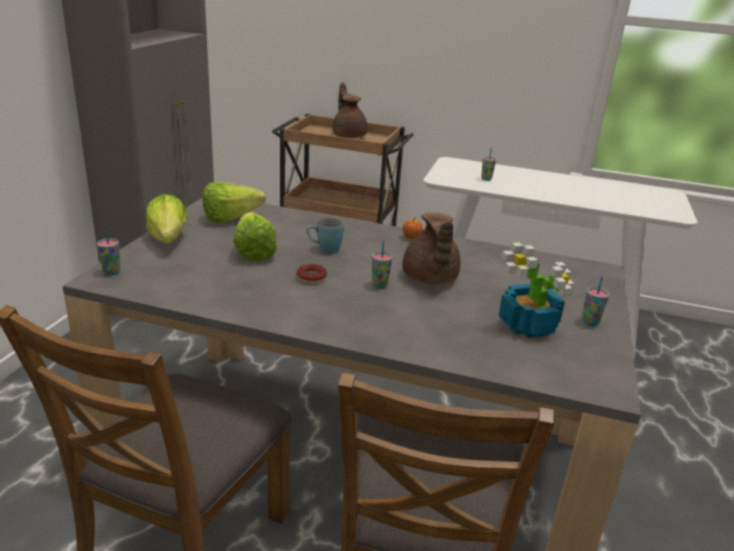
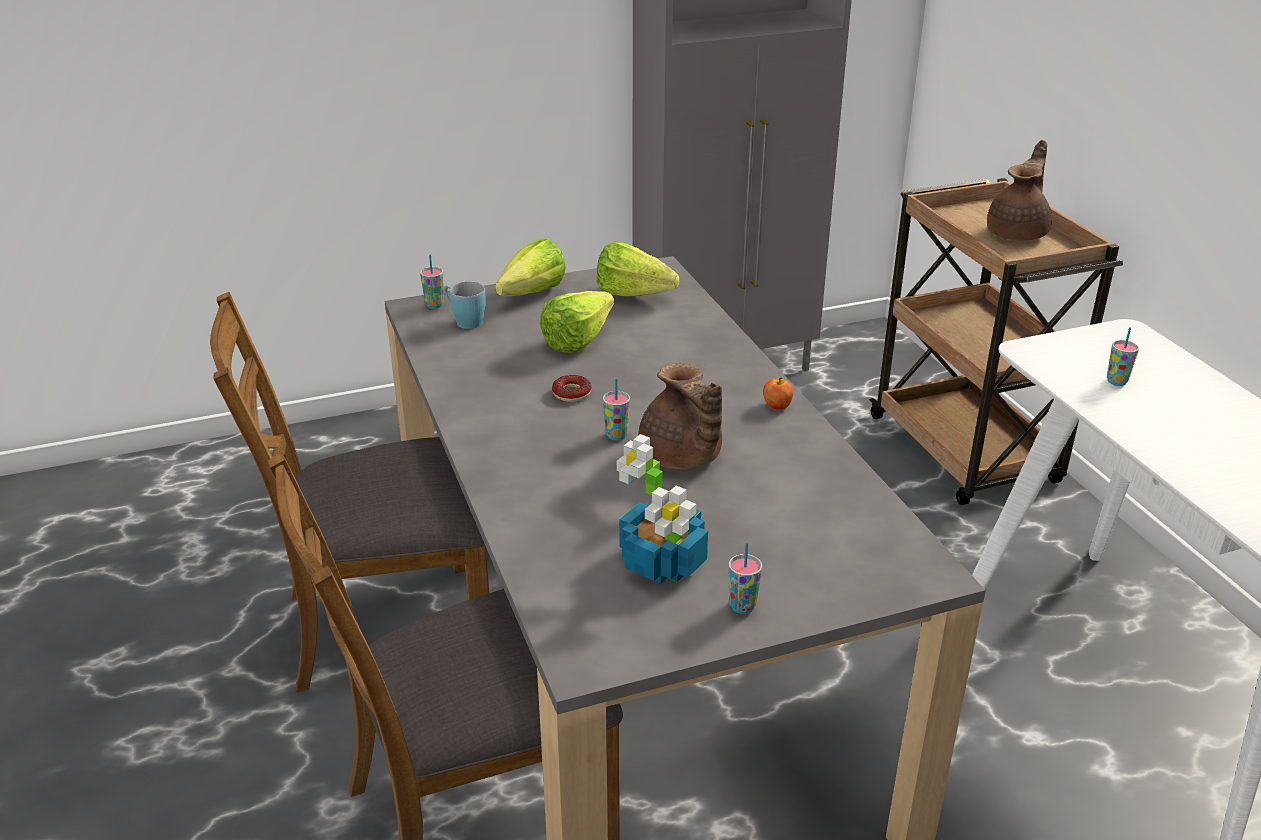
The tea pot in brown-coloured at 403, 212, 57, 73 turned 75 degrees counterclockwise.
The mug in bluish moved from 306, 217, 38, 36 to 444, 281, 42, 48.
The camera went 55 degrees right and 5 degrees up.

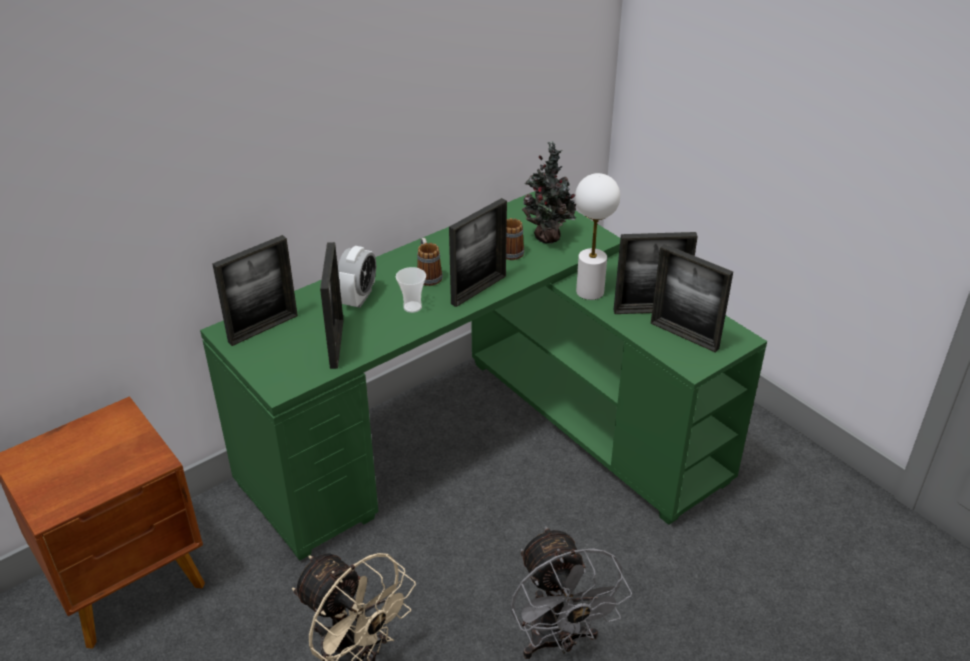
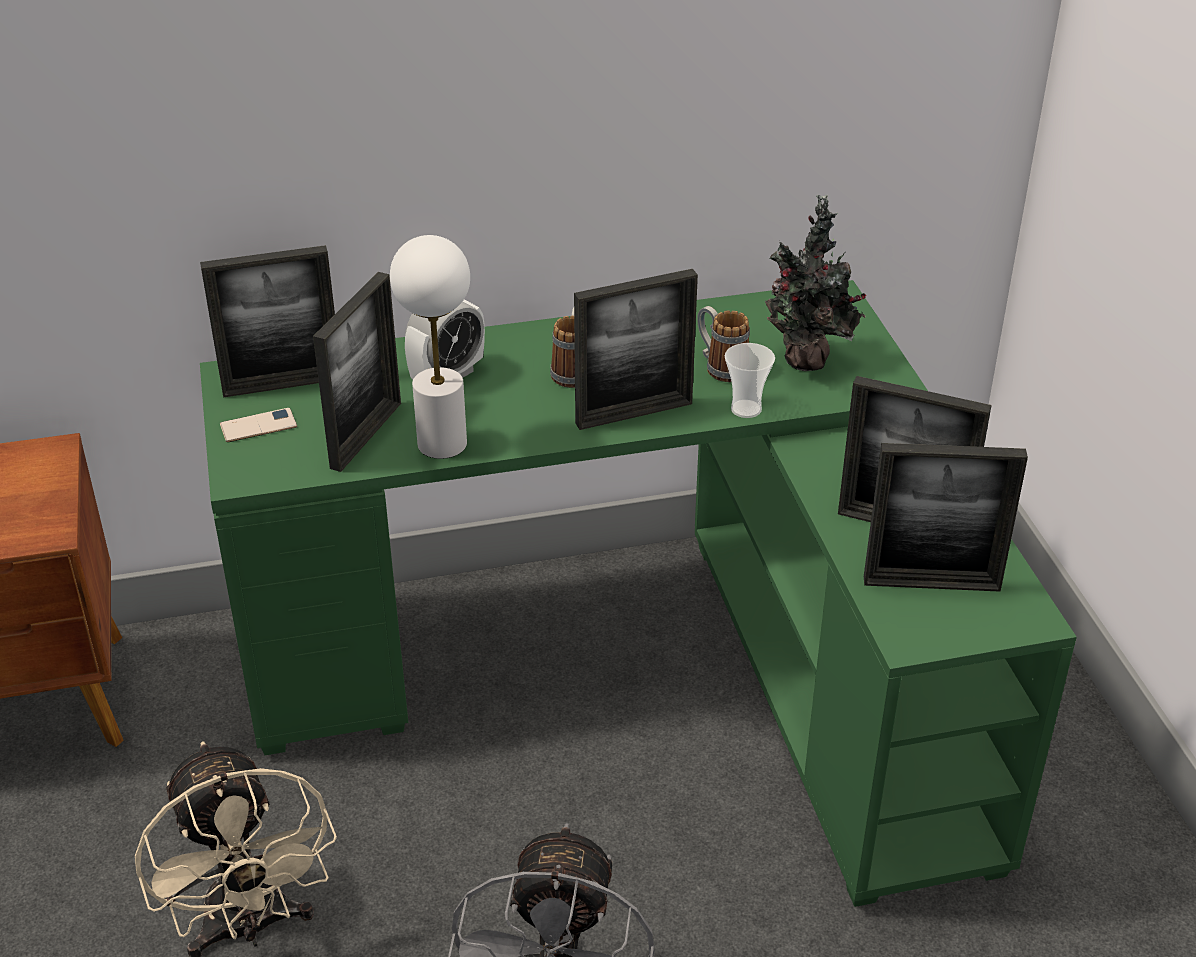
The tabletop lamp in whitish moved from 575, 173, 45, 127 to 390, 235, 80, 224.
The standing frame at 651, 244, 82, 109 turned 60 degrees counterclockwise.
The small cup moved from 396, 267, 30, 46 to 725, 343, 50, 75.
The handset at 220, 408, 77, 34 appeared.
The camera went 25 degrees right and 0 degrees up.

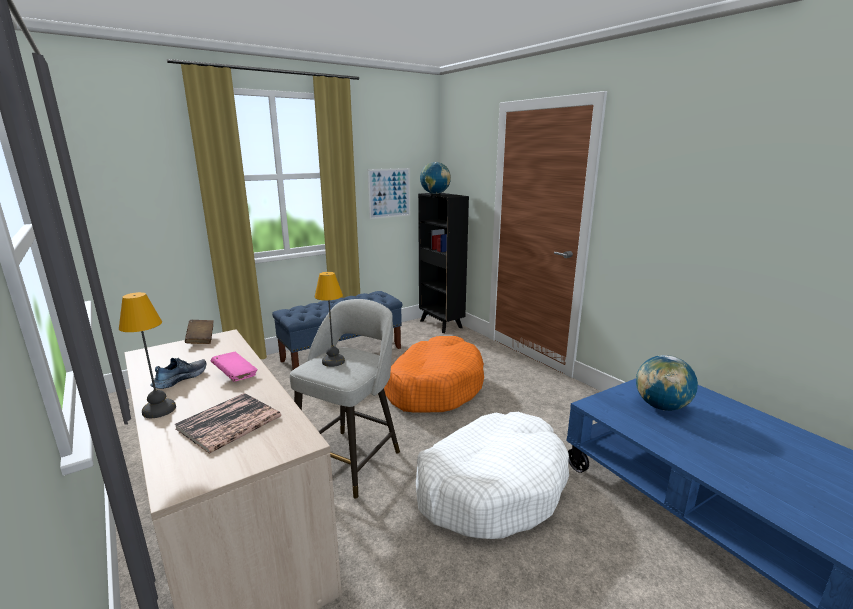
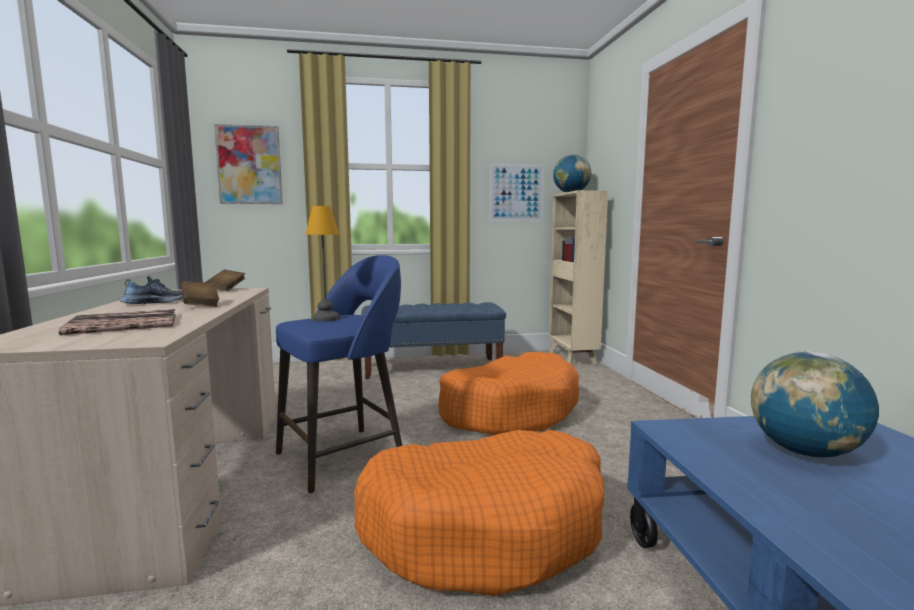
The bookshelf in blackish at 418, 193, 51, 140 became the bookshelf in beige-coloured at 549, 190, 59, 175.
The tabletop lamp at 119, 292, 57, 126 disappeared.
The sitting stool in grey at 290, 299, 110, 200 became the sitting stool in bluish at 276, 255, 126, 238.
The bound book in pink at 211, 352, 47, 29 became the bound book in brown-coloured at 181, 281, 38, 26.
The pet bed in whitish at 416, 412, 153, 127 became the pet bed in orangey at 354, 430, 250, 166.
The wall art at 214, 124, 69, 80 appeared.
The camera went 25 degrees right and 10 degrees down.

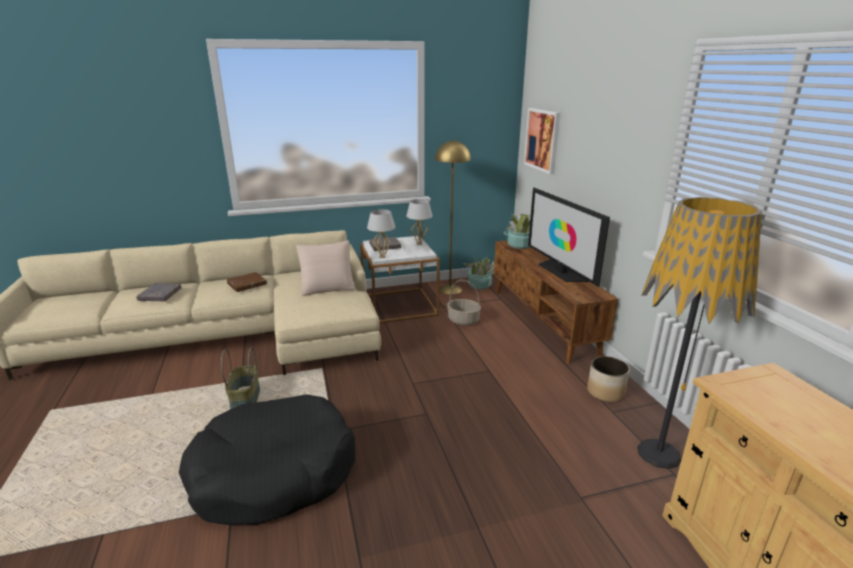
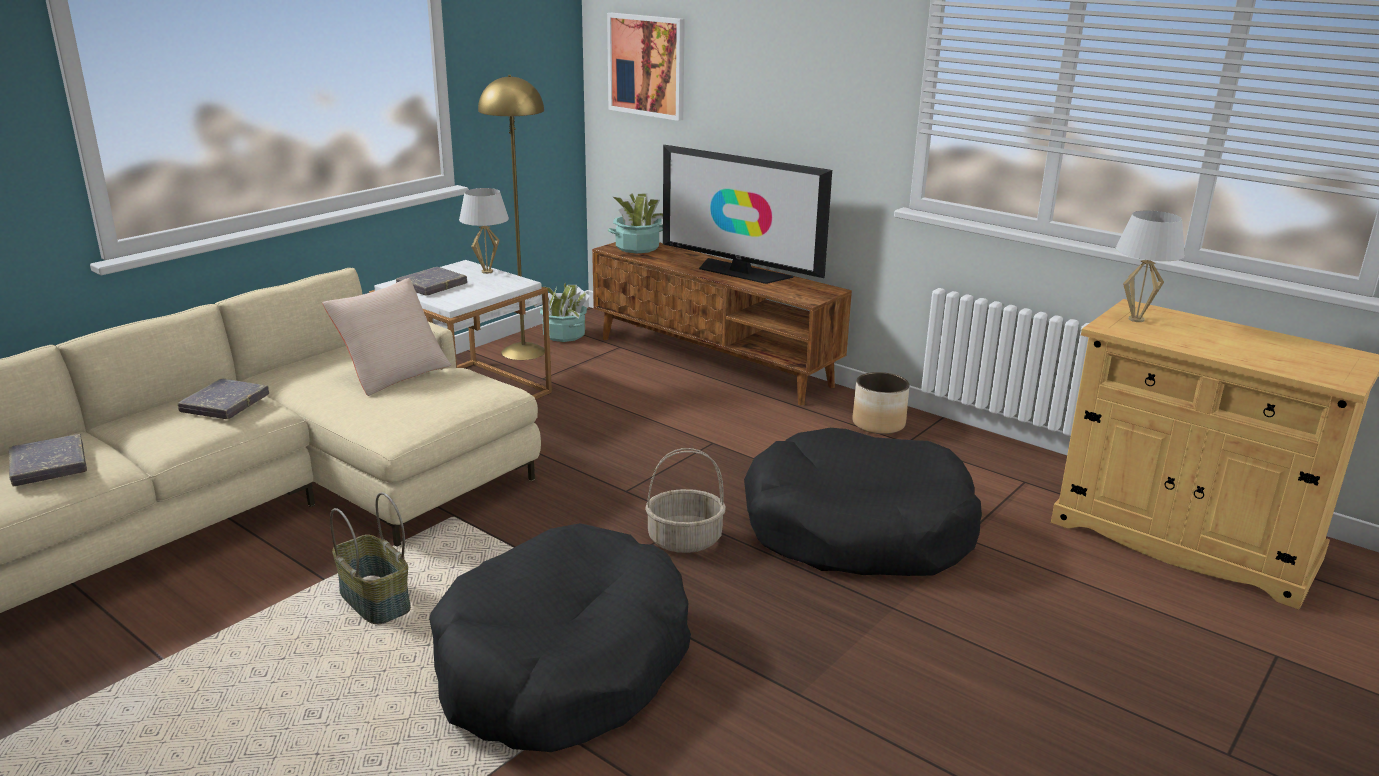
The standard lamp at 637, 197, 125, 272 disappeared.
The tabletop lamp in whitish moved from 367, 209, 29, 49 to 1116, 210, 69, 112.
The bound book in brown-coloured at 227, 272, 40, 20 became the bound book in grey at 178, 378, 91, 41.
The storage basket moved from 447, 279, 34, 47 to 645, 448, 81, 105.
The pet bed in blackish at 744, 428, 238, 148 appeared.
The camera went 35 degrees left and 0 degrees up.

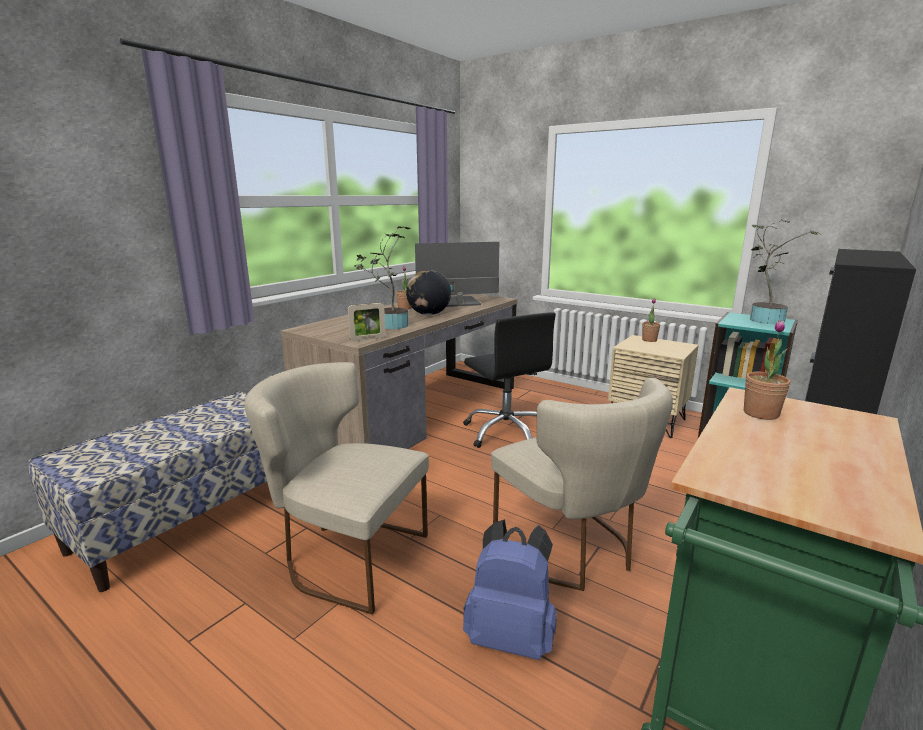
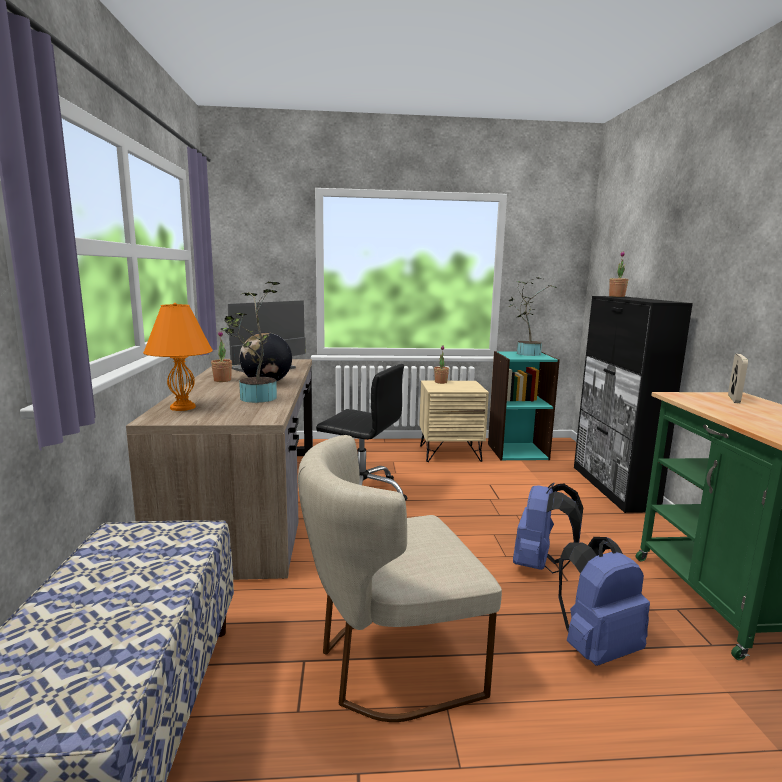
The standing frame moved from 348, 303, 38, 38 to 728, 354, 20, 49.
The houseplant moved from 744, 320, 46, 100 to 609, 251, 19, 46.
The plain chair in beige-coloured at 491, 378, 182, 213 was replaced by the rucksack in bluish at 513, 483, 70, 91.
The tabletop lamp in orangey at 143, 303, 70, 108 appeared.
The camera went 40 degrees left and 5 degrees down.

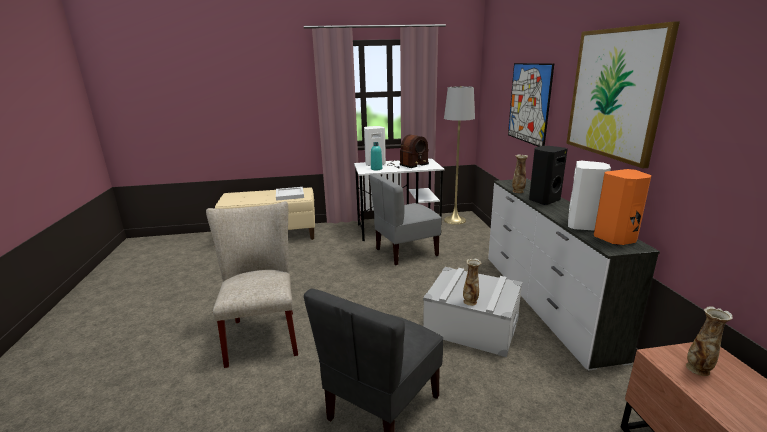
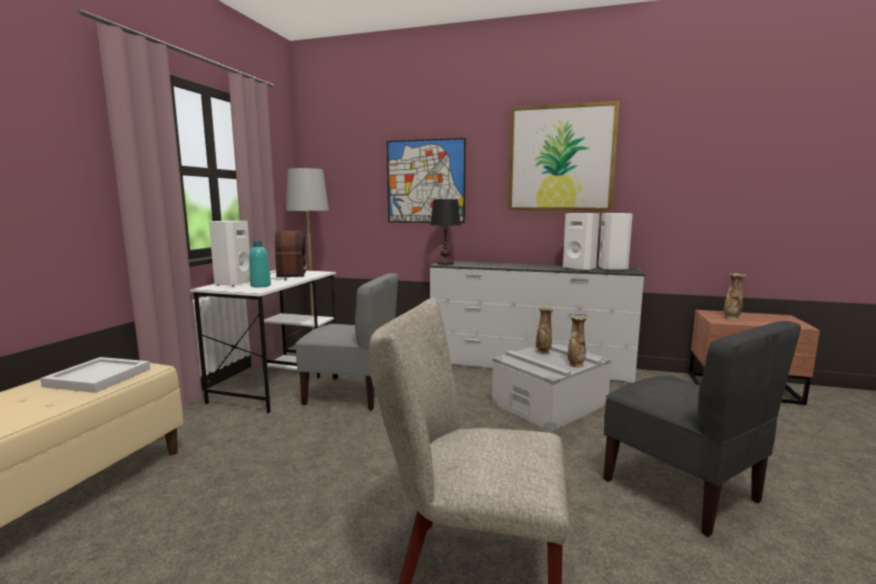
The audio speaker in blackish at 529, 146, 39, 59 disappeared.
The flower vase moved from 512, 154, 16, 39 to 536, 306, 18, 48.
The audio speaker in orangey at 594, 169, 58, 76 became the audio speaker in whitish at 598, 213, 35, 57.
The plain chair in grey at 369, 173, 72, 92 turned 75 degrees counterclockwise.
The tabletop lamp in blackish at 430, 199, 31, 66 appeared.
The camera went 65 degrees left and 10 degrees down.

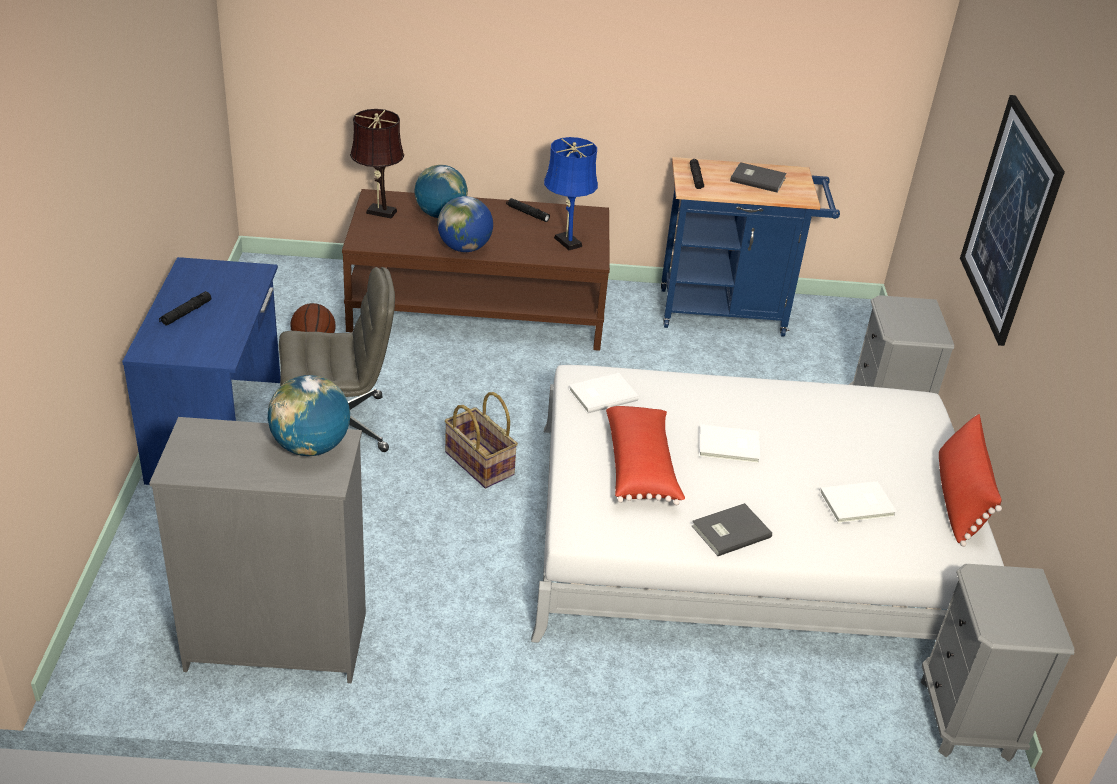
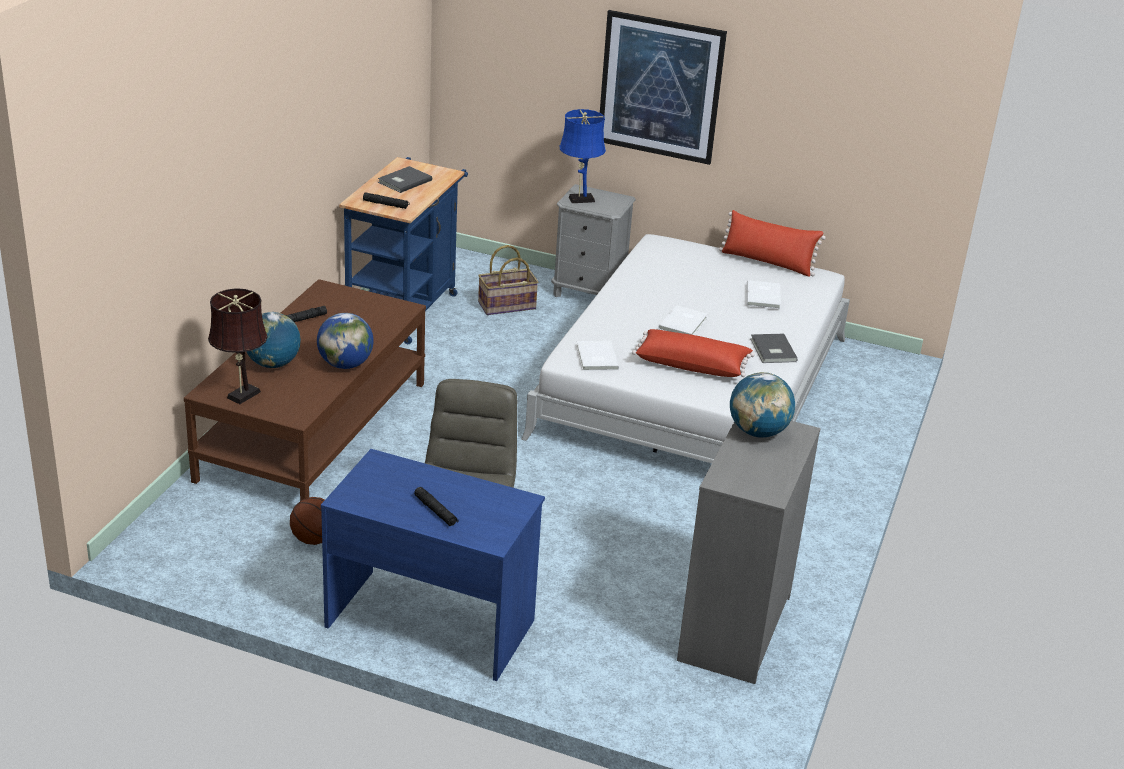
The tabletop lamp in bluish moved from 544, 137, 54, 113 to 560, 109, 46, 94.
The storage basket moved from 445, 392, 73, 96 to 478, 245, 61, 70.
The bedside table in grey at 921, 564, 153, 198 disappeared.
The camera went 70 degrees left and 5 degrees down.

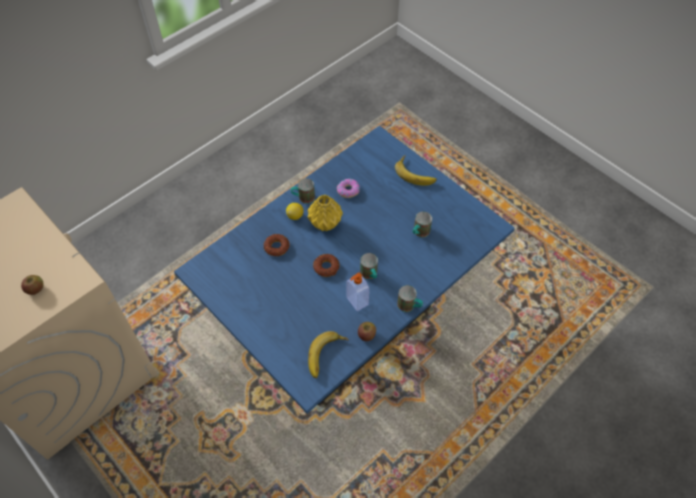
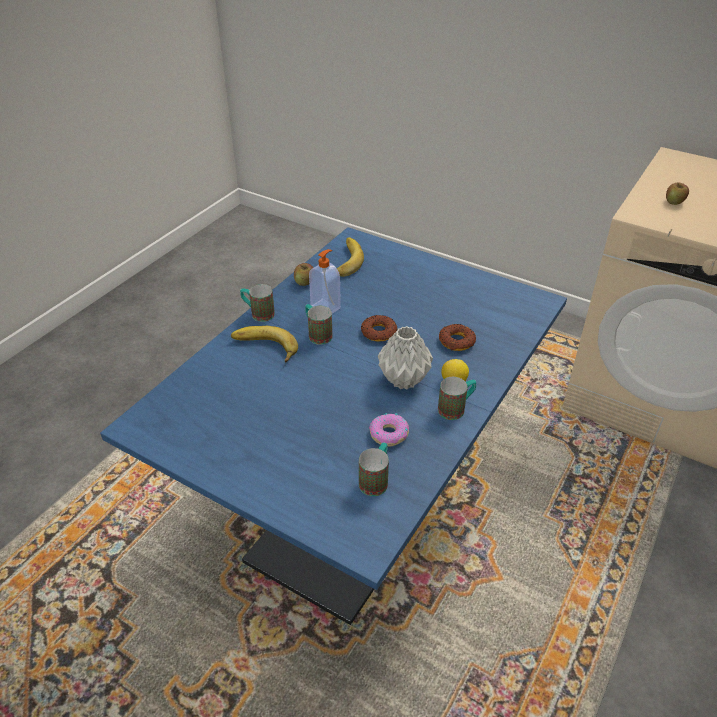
The banana moved from 395, 155, 42, 30 to 231, 326, 67, 37.
The flower vase in yellow at 307, 195, 36, 36 became the flower vase in grey at 378, 326, 55, 64.
The mug moved from 412, 211, 20, 26 to 359, 442, 30, 54.
The camera went 165 degrees right and 15 degrees down.

